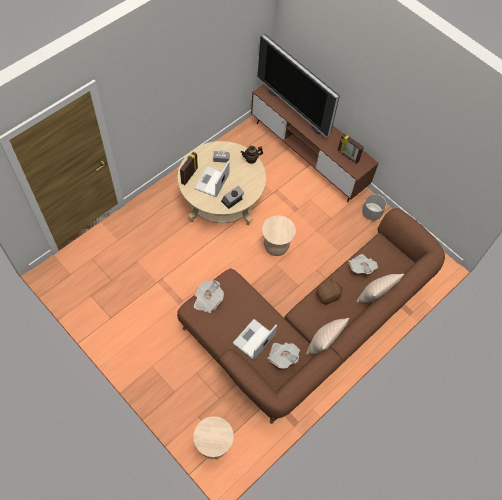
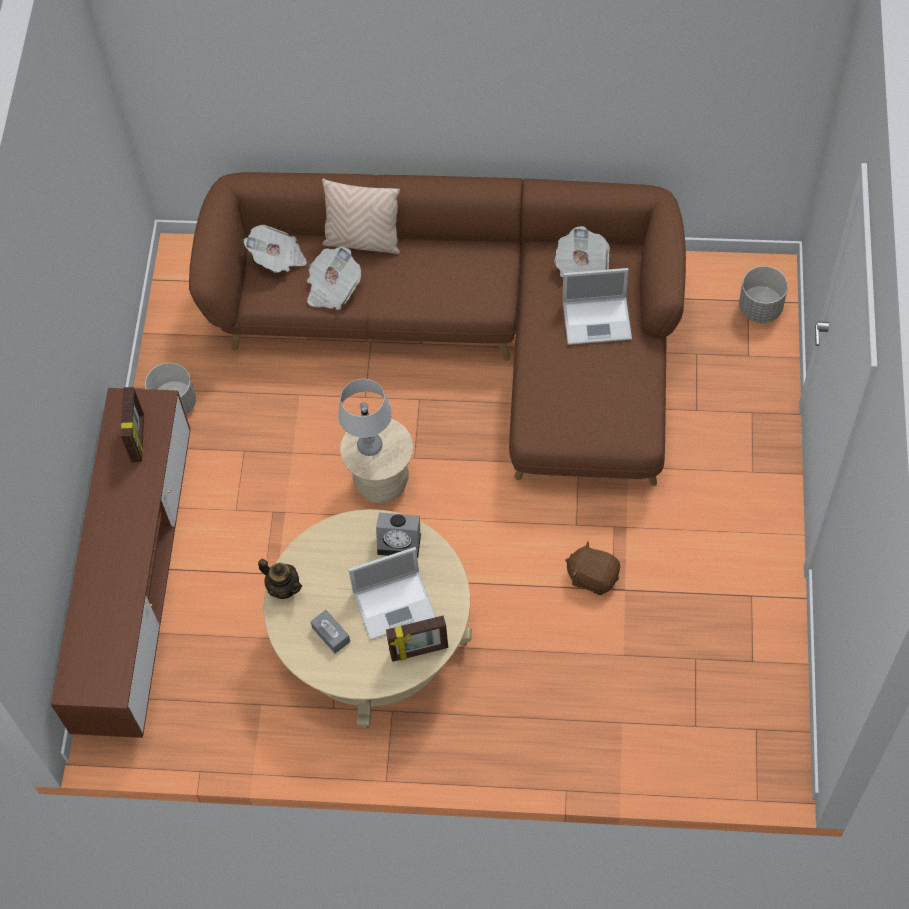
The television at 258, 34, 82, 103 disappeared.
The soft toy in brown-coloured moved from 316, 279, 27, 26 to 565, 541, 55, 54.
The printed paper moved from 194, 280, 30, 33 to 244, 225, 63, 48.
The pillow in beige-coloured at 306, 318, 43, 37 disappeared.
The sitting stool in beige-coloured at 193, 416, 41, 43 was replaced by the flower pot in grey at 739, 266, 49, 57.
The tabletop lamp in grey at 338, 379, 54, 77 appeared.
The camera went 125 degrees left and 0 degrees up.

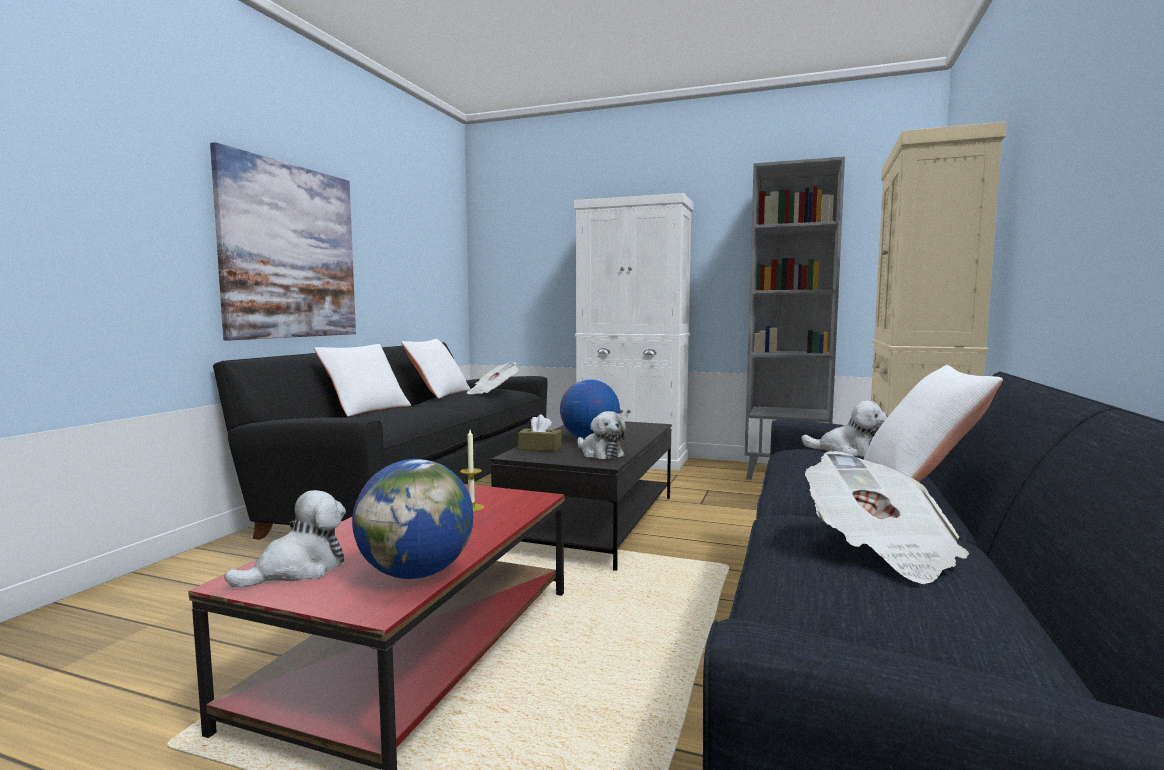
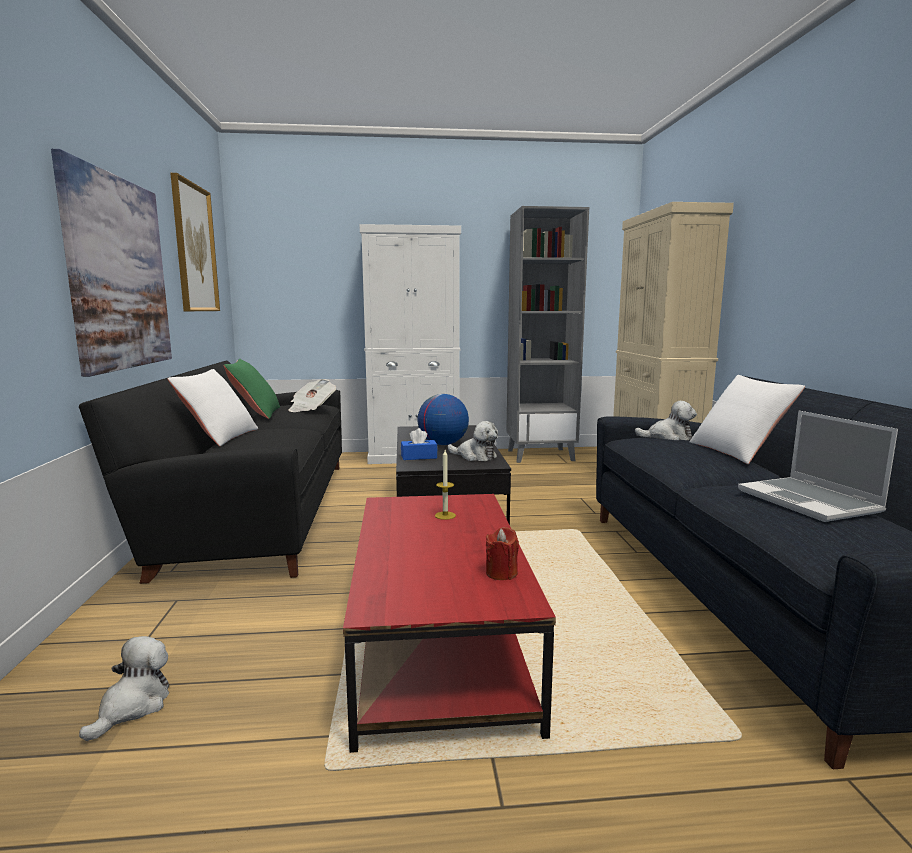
The pillow in whitish at 401, 339, 70, 60 became the pillow in greenish at 223, 359, 57, 60.
The box of tissues in brown-coloured at 518, 415, 44, 36 became the box of tissues in bluish at 401, 428, 36, 32.
The printed paper at 805, 451, 164, 133 was replaced by the notebook computer at 738, 411, 160, 111.
The world globe at 352, 459, 121, 120 was replaced by the wax candle in red-coloured at 486, 527, 33, 53.
The soft toy moved from 224, 490, 122, 98 to 79, 636, 90, 105.
The wall art at 170, 173, 50, 138 appeared.
The camera went 25 degrees left and 5 degrees up.

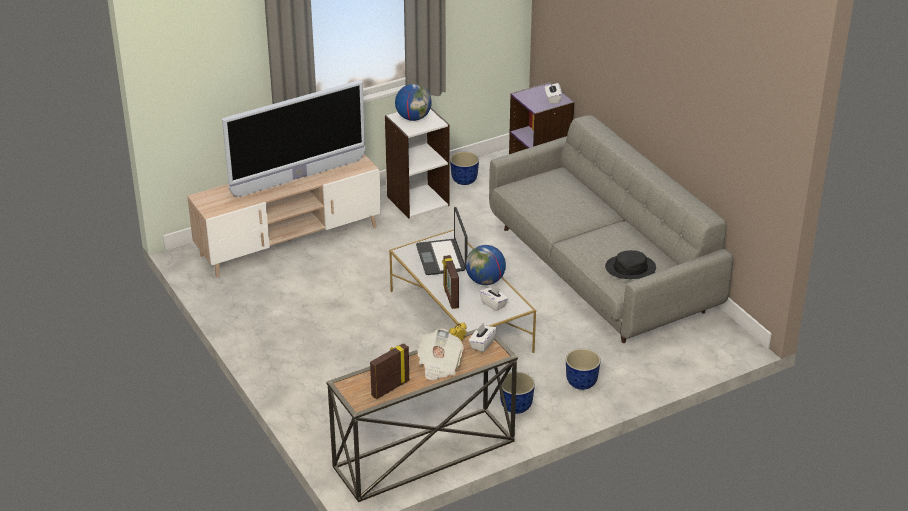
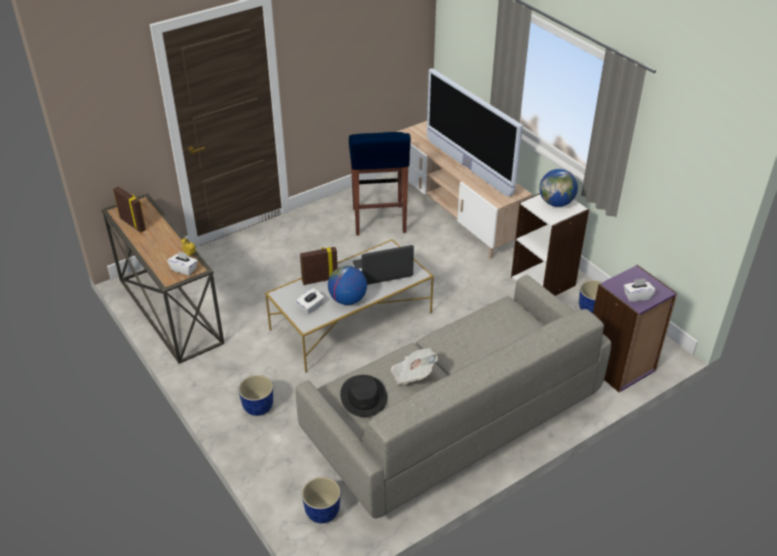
The printed paper moved from 417, 328, 47, 52 to 391, 348, 47, 37.
The flower pot moved from 500, 372, 35, 42 to 302, 477, 39, 46.
The sitting stool in bluish at 349, 132, 62, 104 appeared.
The camera went 85 degrees right and 5 degrees up.

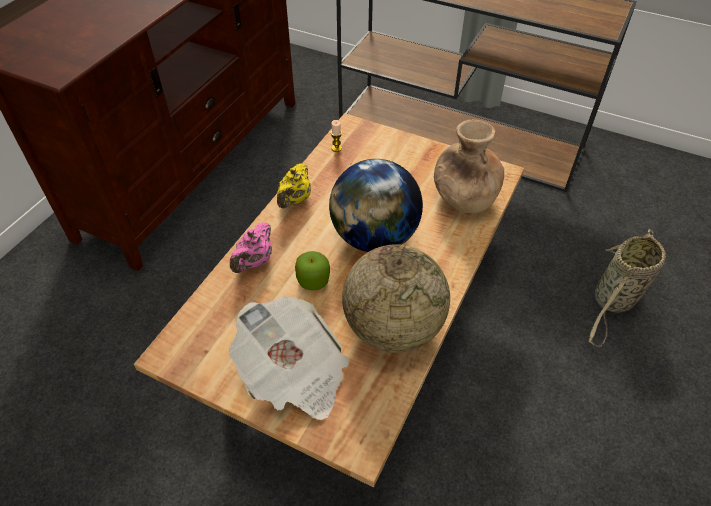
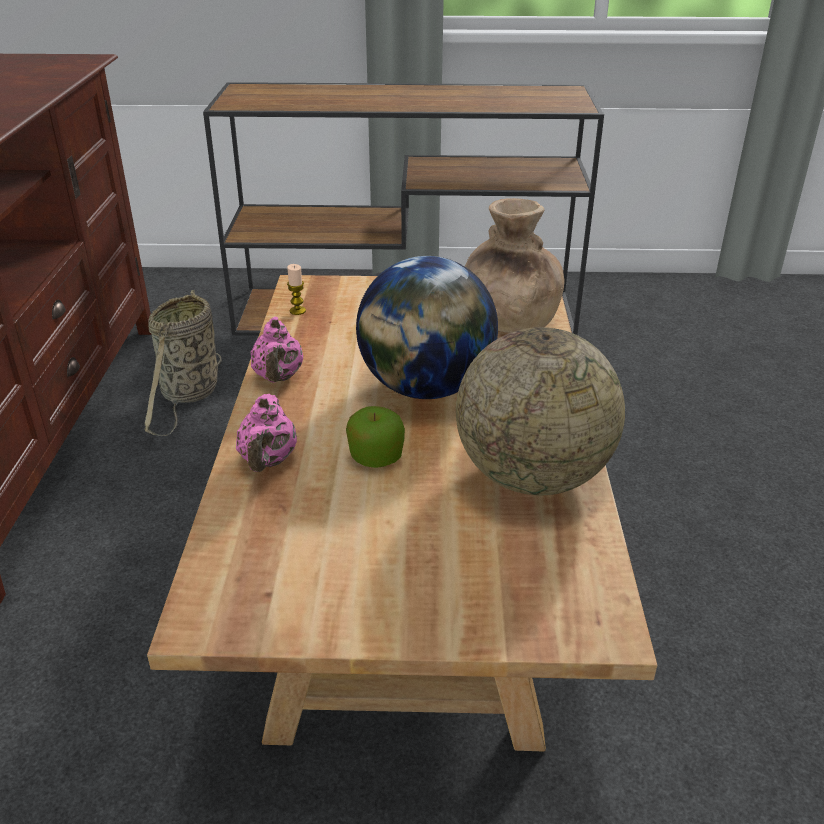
The tea pot in yellow at 277, 163, 34, 46 became the tea pot in pink at 251, 317, 52, 66.
The storage basket moved from 589, 229, 77, 118 to 144, 290, 78, 146.
The printed paper at 229, 296, 120, 124 disappeared.
The camera went 25 degrees left and 15 degrees down.

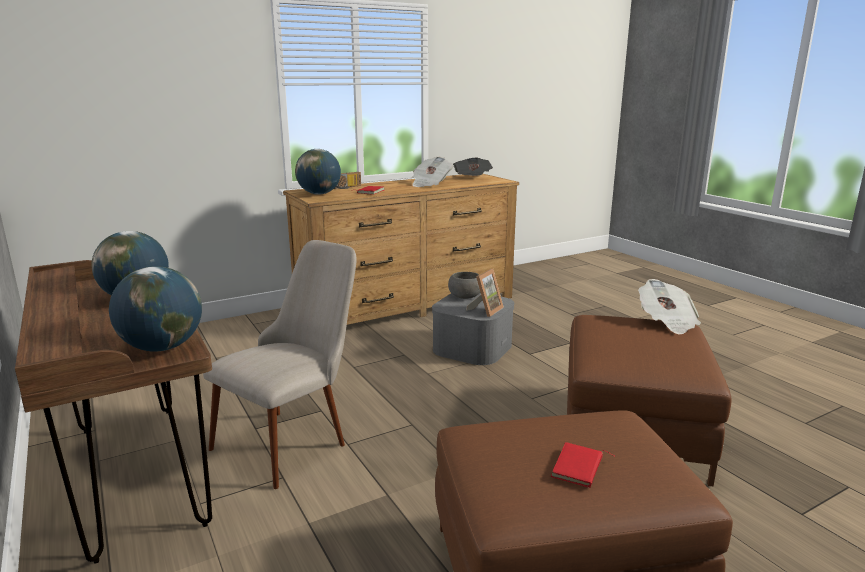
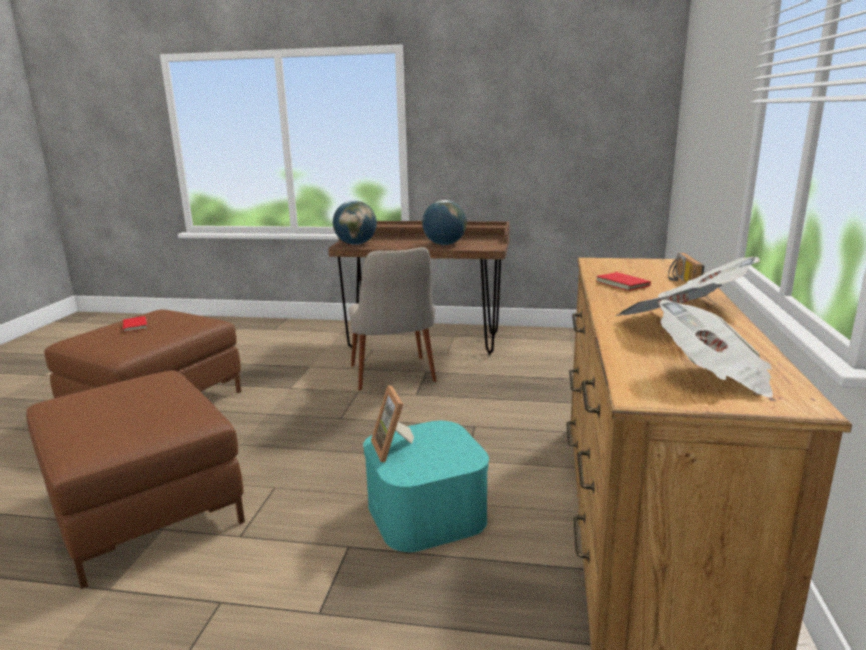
The world globe at 295, 149, 46, 46 disappeared.
The bowl in grey at 448, 272, 32, 27 disappeared.
The printed paper moved from 638, 279, 63, 56 to 658, 257, 102, 40.
The storage box in grey at 432, 293, 83, 72 became the storage box in turquoise-coloured at 363, 421, 126, 131.
The camera went 130 degrees right and 0 degrees up.

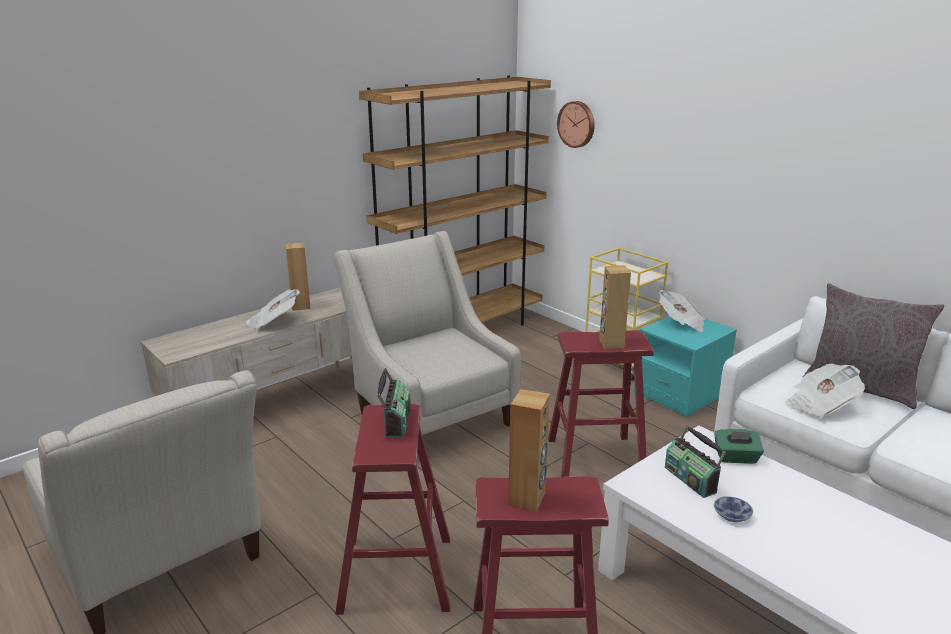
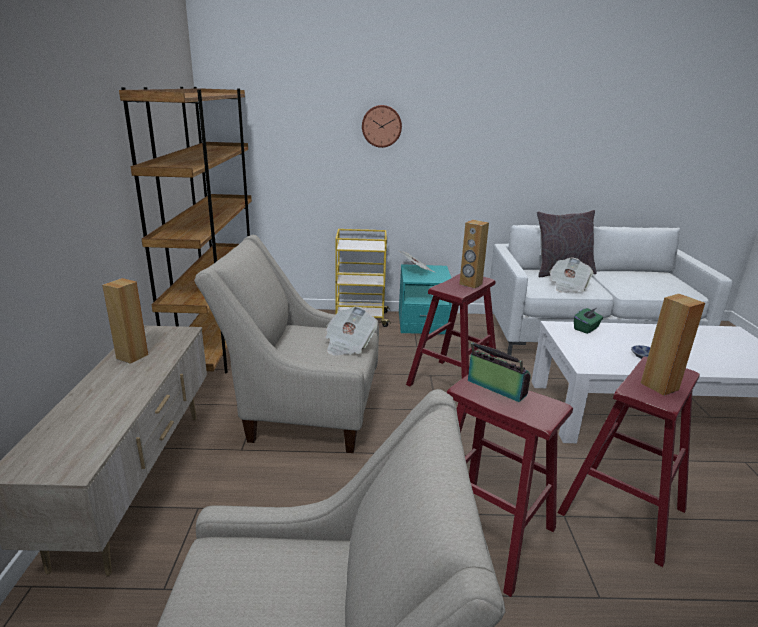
The hanging clock moved from 557, 101, 38, 47 to 362, 105, 40, 43.
The printed paper moved from 246, 289, 54, 41 to 325, 306, 52, 50.
The radio at 665, 425, 61, 73 disappeared.
The camera went 50 degrees left and 0 degrees up.

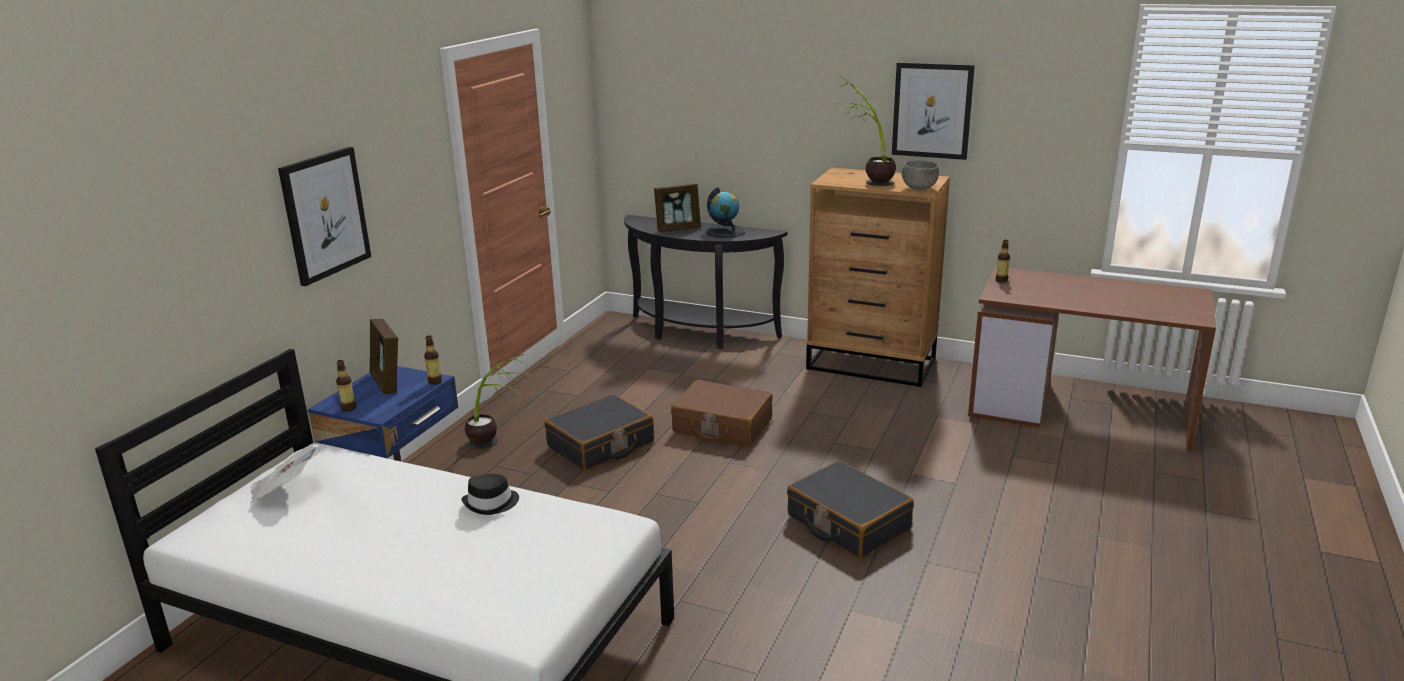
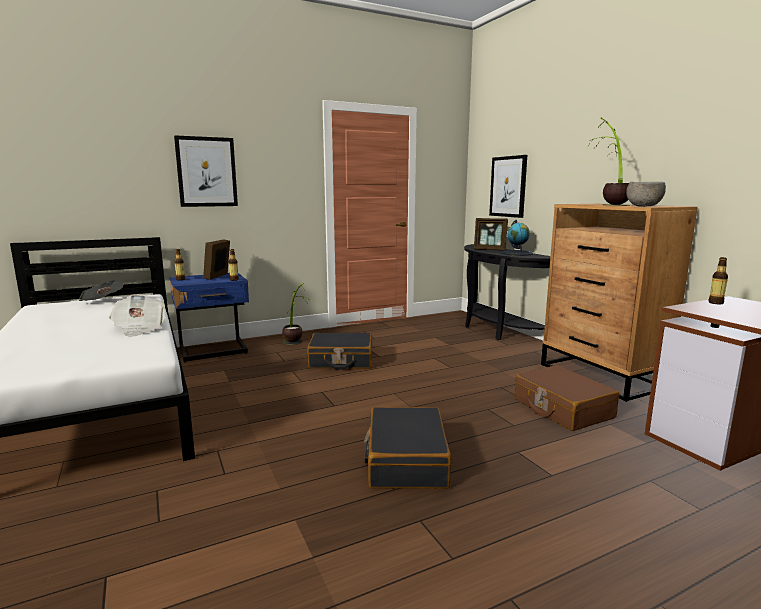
The wall art moved from 892, 62, 83, 98 to 489, 155, 38, 63.
The suitcase in brown-coloured moved from 671, 380, 102, 67 to 515, 365, 104, 66.
The wearable hat in blackish at 462, 474, 57, 41 was replaced by the printed paper at 109, 294, 56, 43.
The camera went 40 degrees right and 10 degrees down.

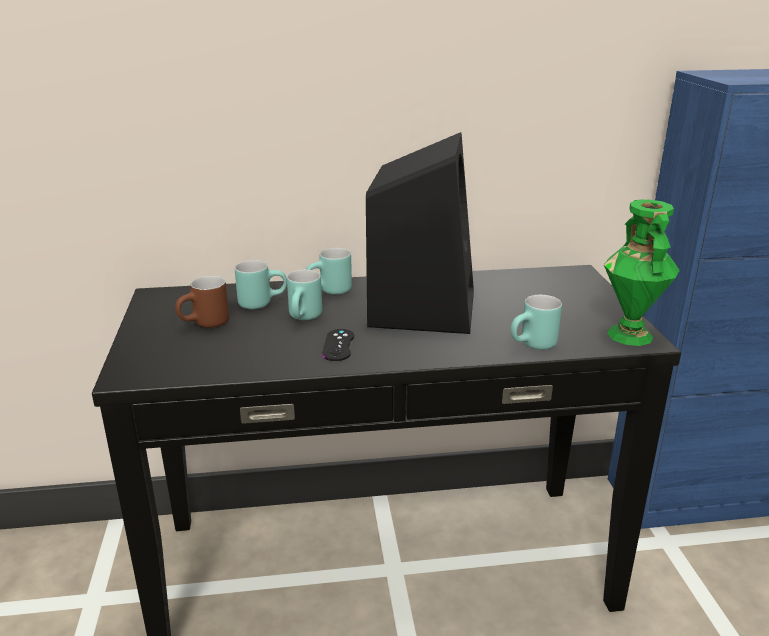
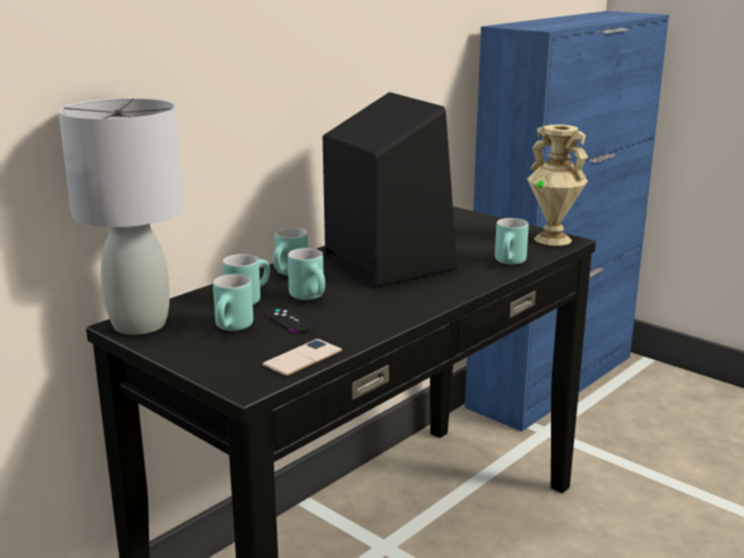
The flower vase in greenish at 604, 199, 76, 147 became the flower vase in beige-coloured at 527, 124, 61, 122.
The mug in brown-coloured at 175, 276, 54, 52 became the mug in turquoise-coloured at 213, 274, 40, 57.
The gamepad in blackish moved from 322, 329, 32, 32 to 267, 307, 49, 26.
The tabletop lamp in grey at 58, 98, 126, 237 appeared.
The handset at 262, 339, 80, 37 appeared.
The camera went 40 degrees left and 5 degrees down.

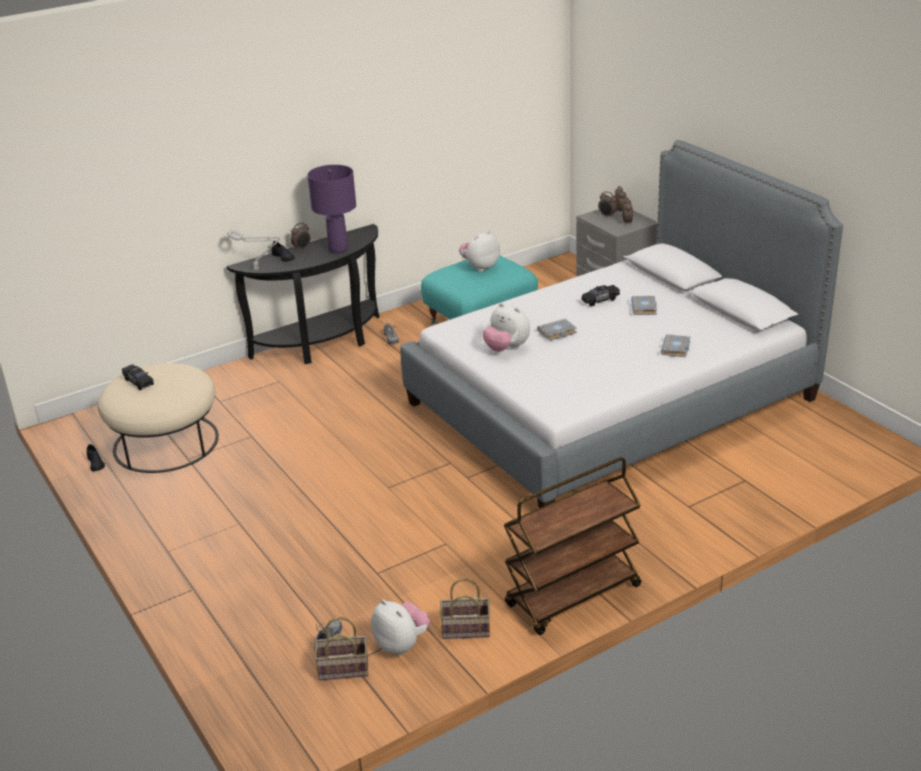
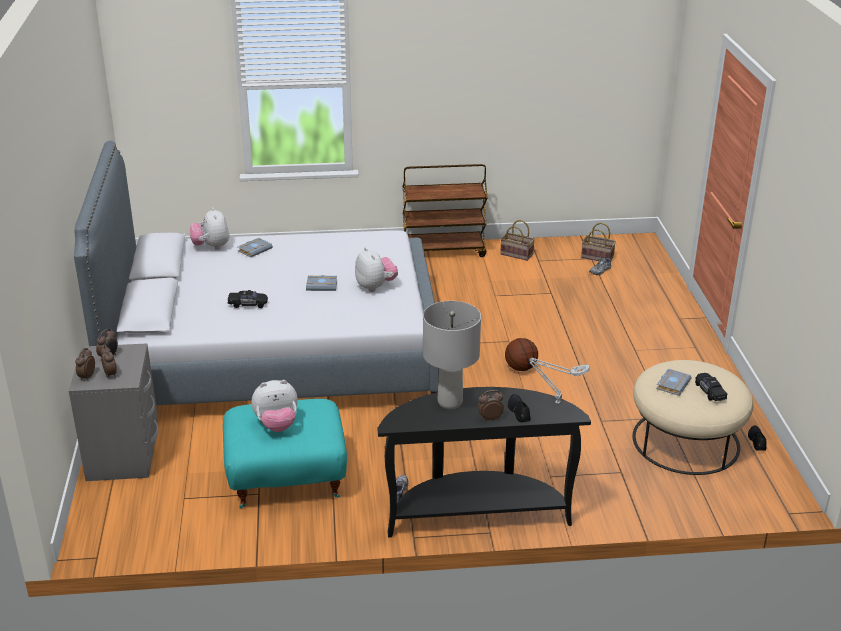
The tabletop lamp in purplish at 307, 165, 49, 88 became the tabletop lamp in grey at 423, 301, 58, 108.
The bound book in grey moved from 631, 296, 26, 19 to 656, 369, 36, 27.
The soft toy moved from 371, 600, 59, 55 to 190, 207, 39, 43.
The ball for basketball at 505, 338, 33, 33 appeared.
The camera went 155 degrees left and 0 degrees up.

